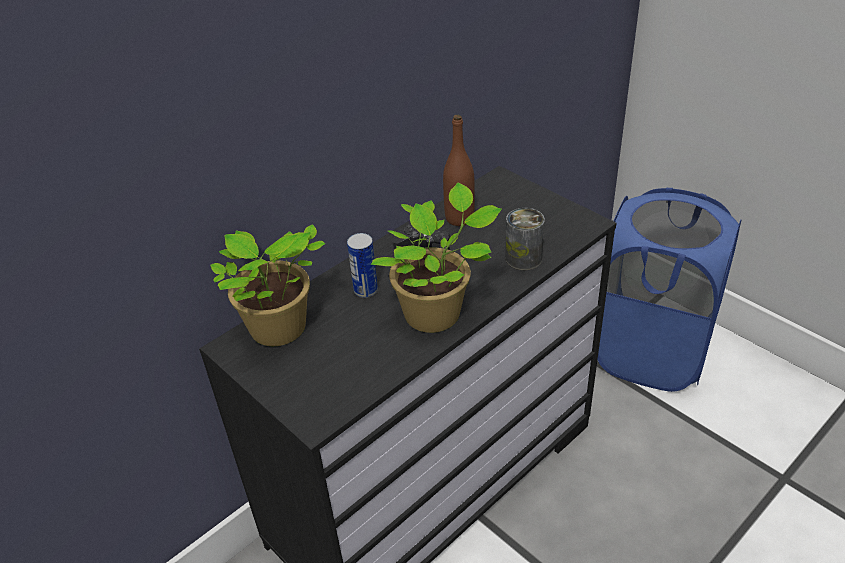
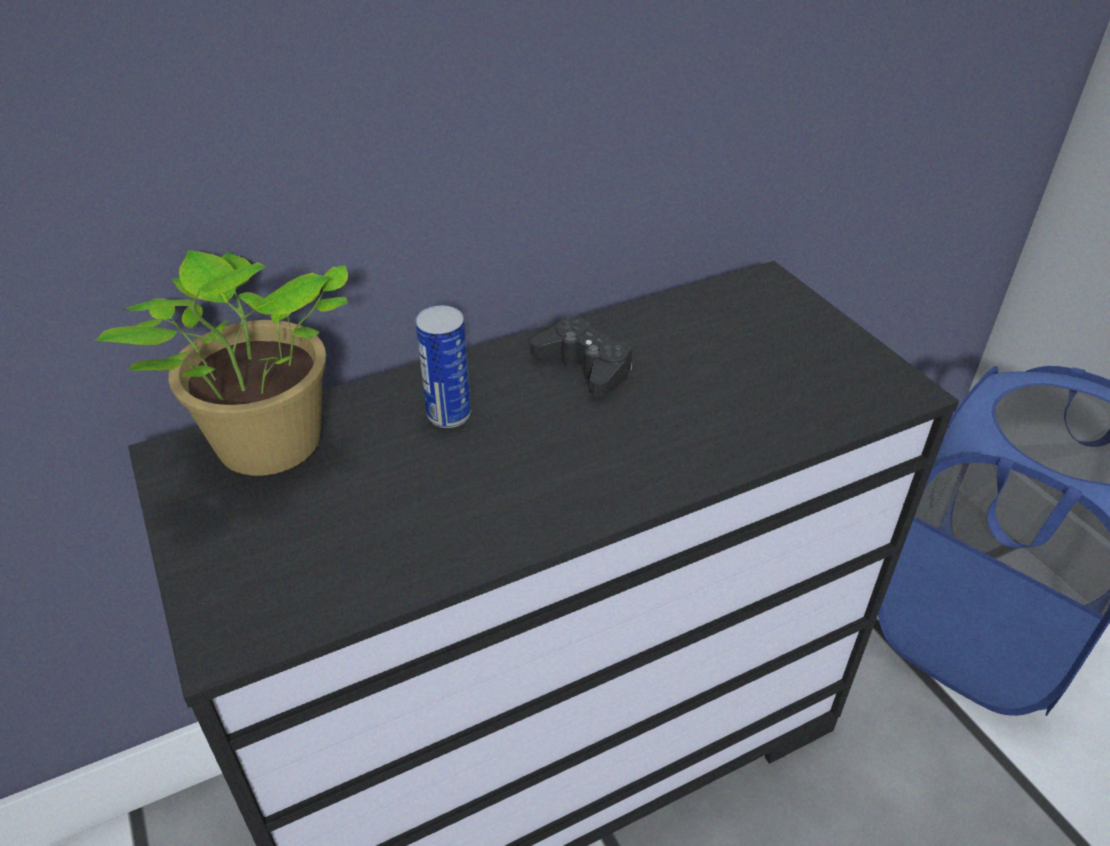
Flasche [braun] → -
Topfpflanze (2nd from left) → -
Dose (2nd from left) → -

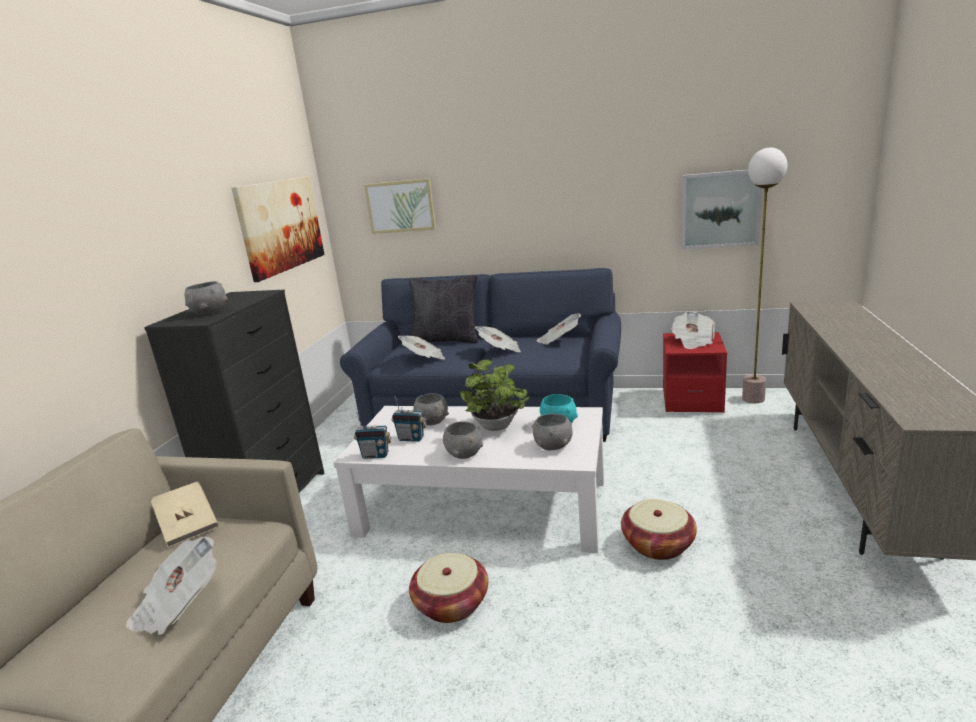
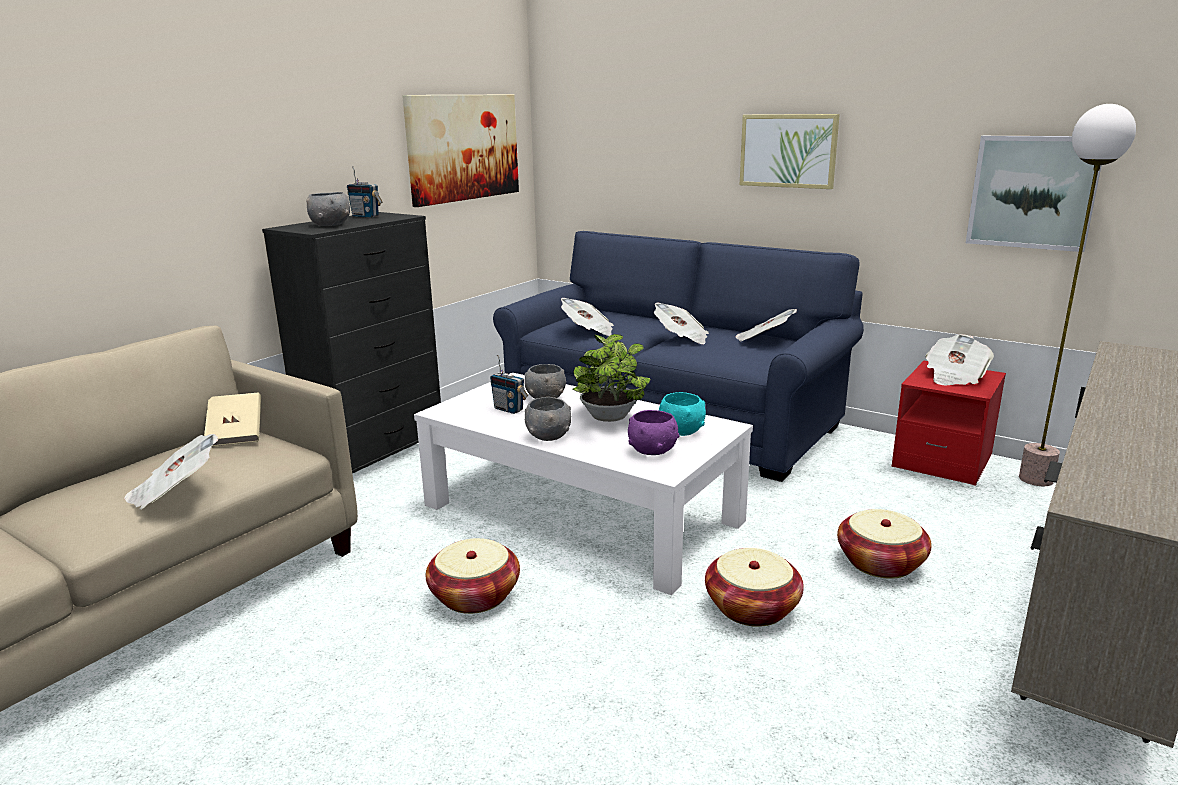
Bild (2nd from left), moved
Kissen [schwarz] → -
Radio (1st from left), moved
Schüssel [grau] (4th from left) → Schüssel [lila]
- → Korb (3rd from left)

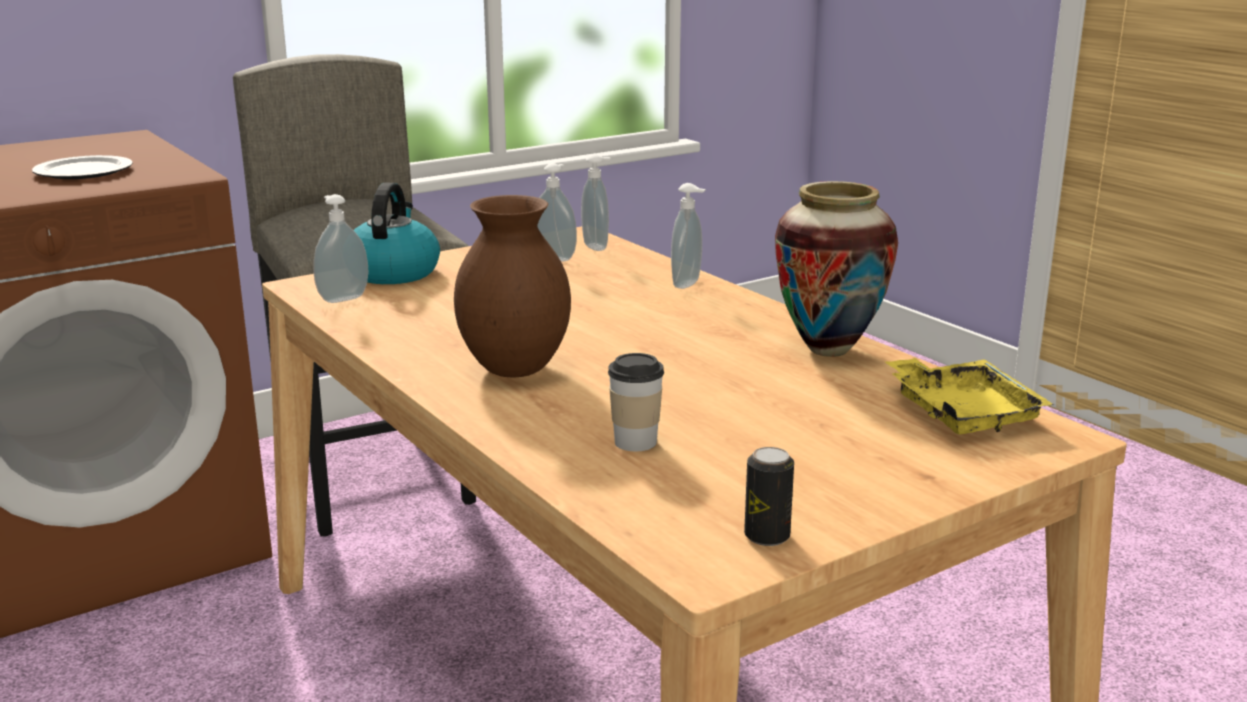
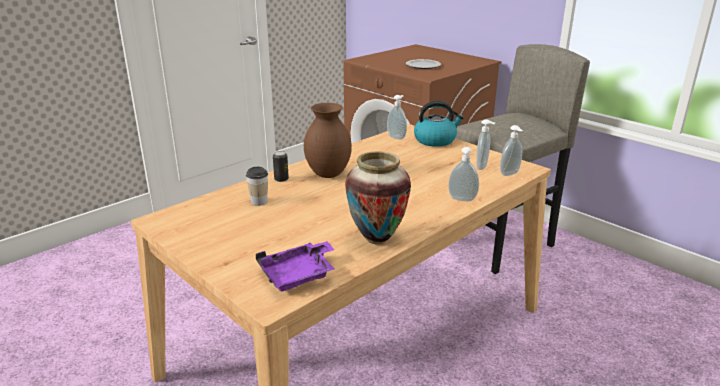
Tablett [gelb] → Tablett [lila]
Dose, moved

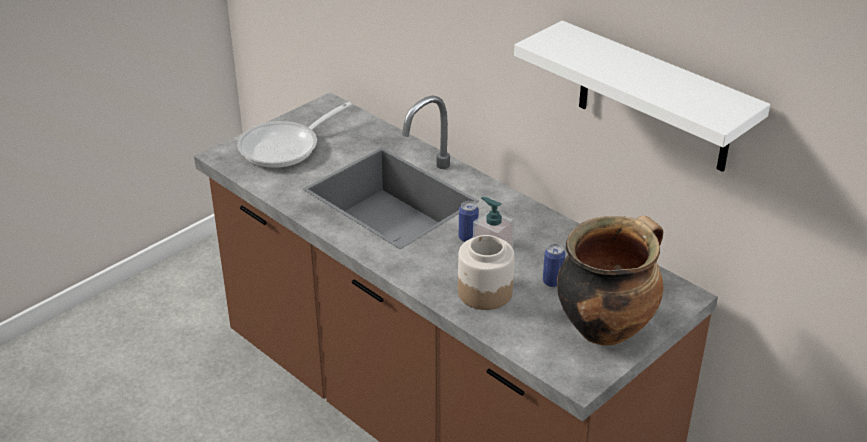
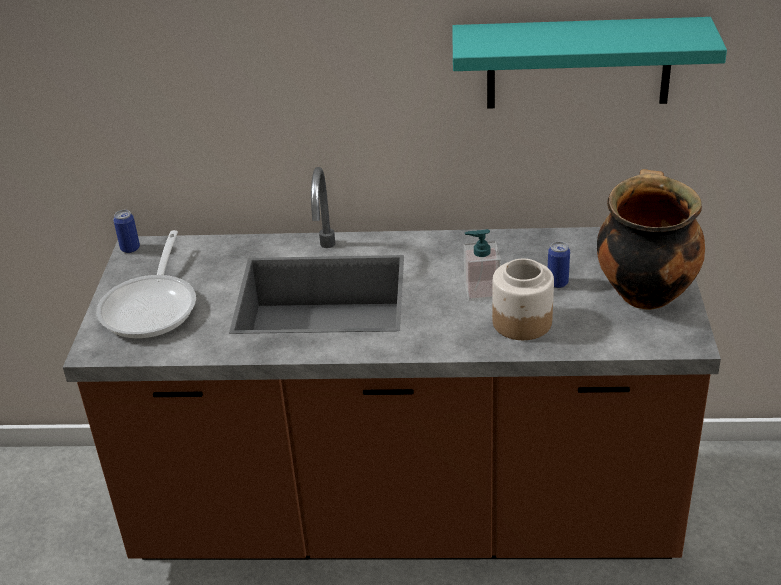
Wandregal [weiß] → Wandregal [türkis]
Dose (1st from left), moved

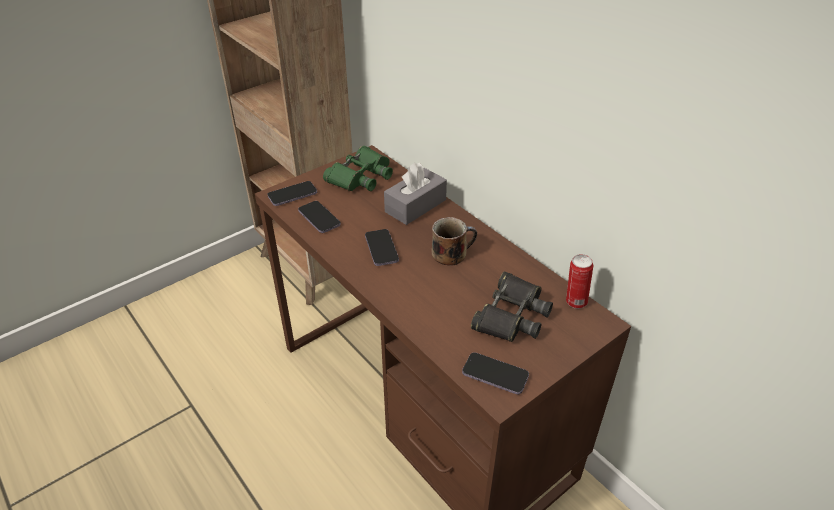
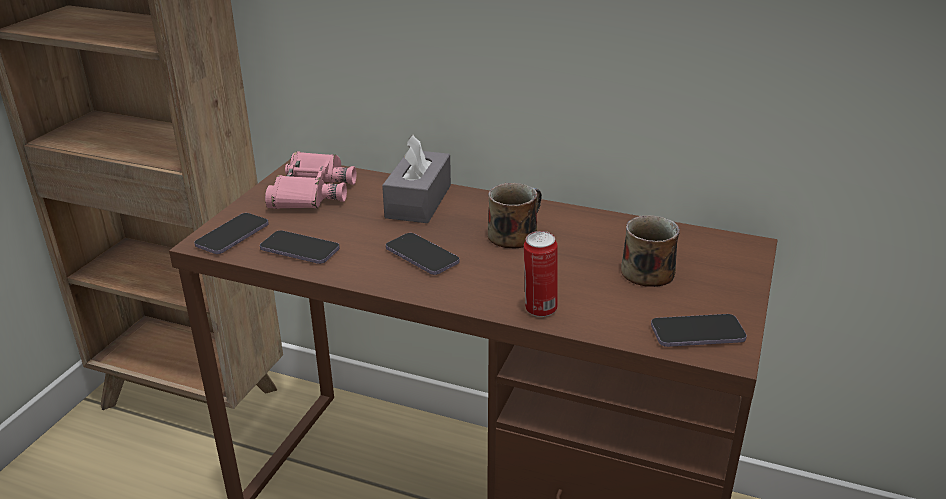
Fernglas [grün] → Fernglas [rosa]
Dose, moved
Fernglas [schwarz] → Henkelbecher (2nd from left)

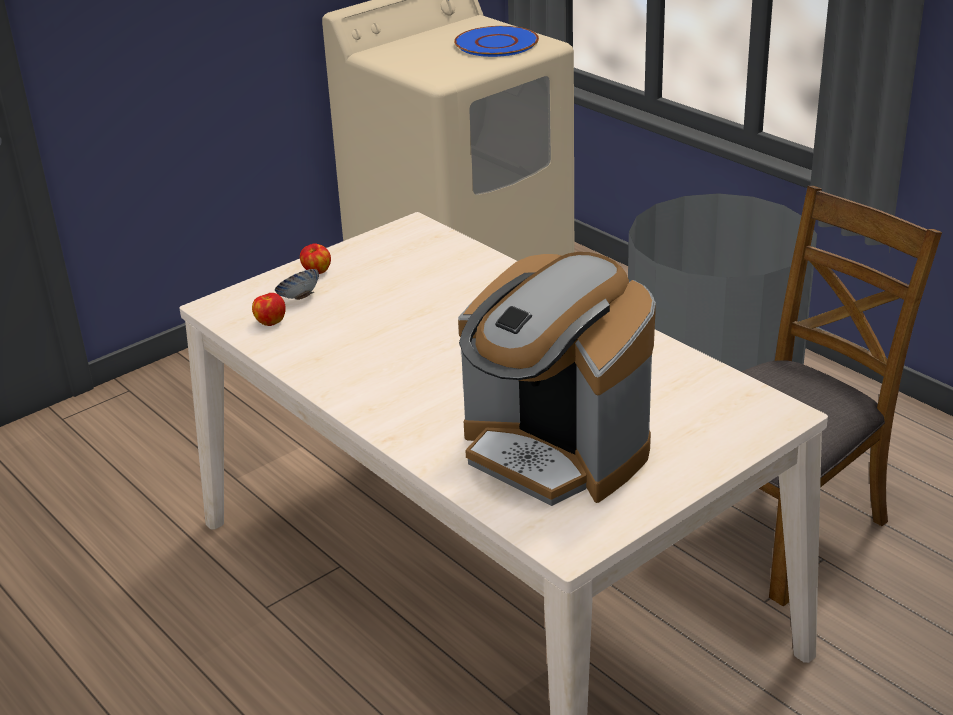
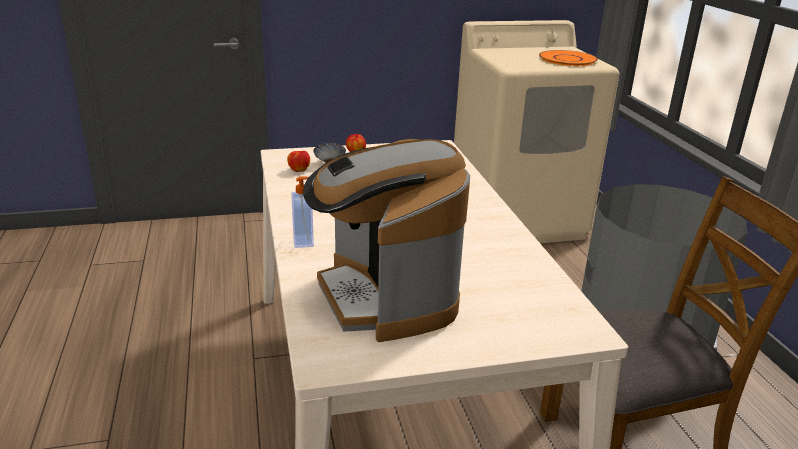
Teller [blau] → Teller [orange]
- → Seifenspender

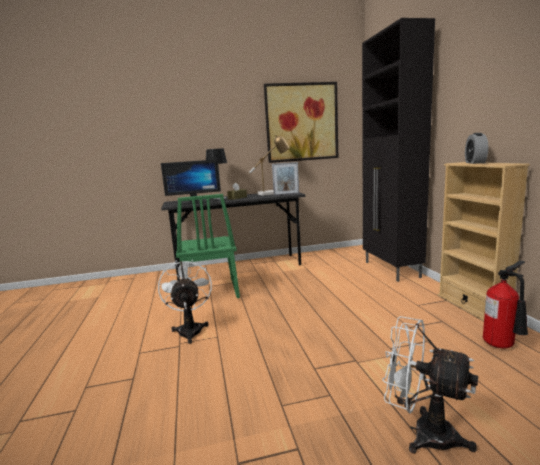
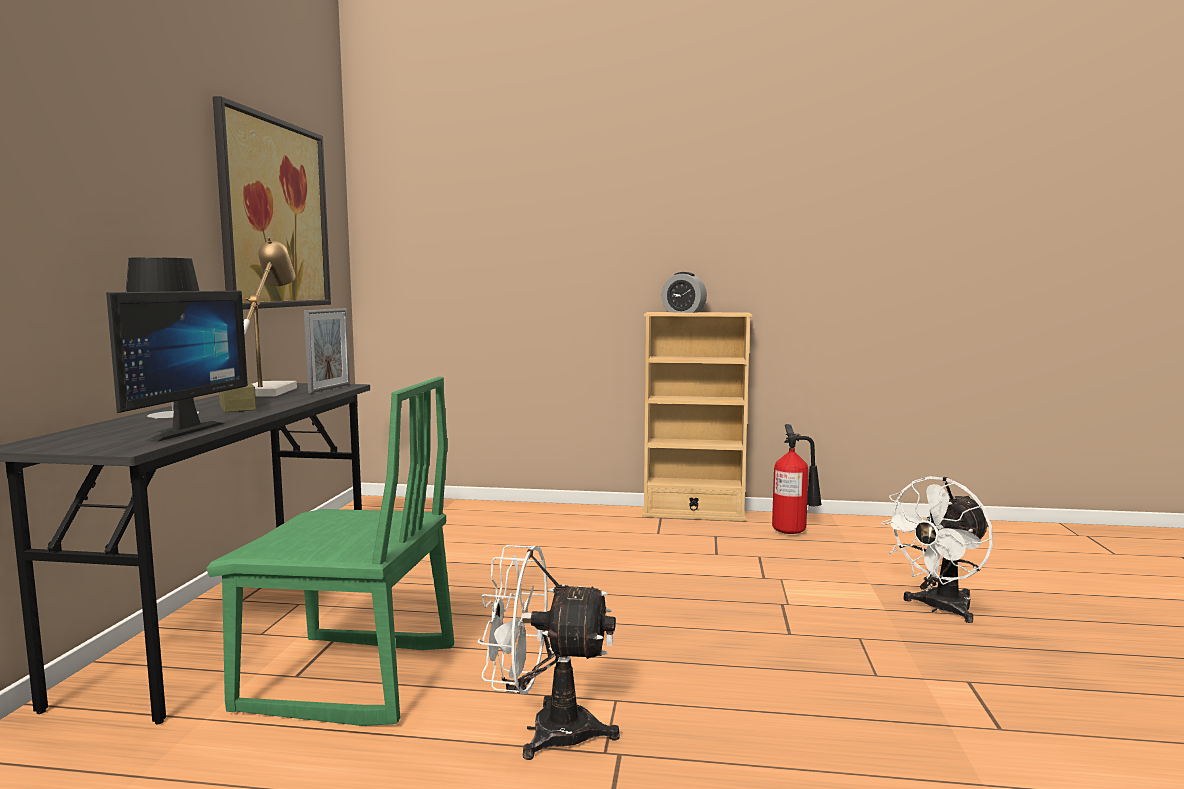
Schrank [schwarz] → -

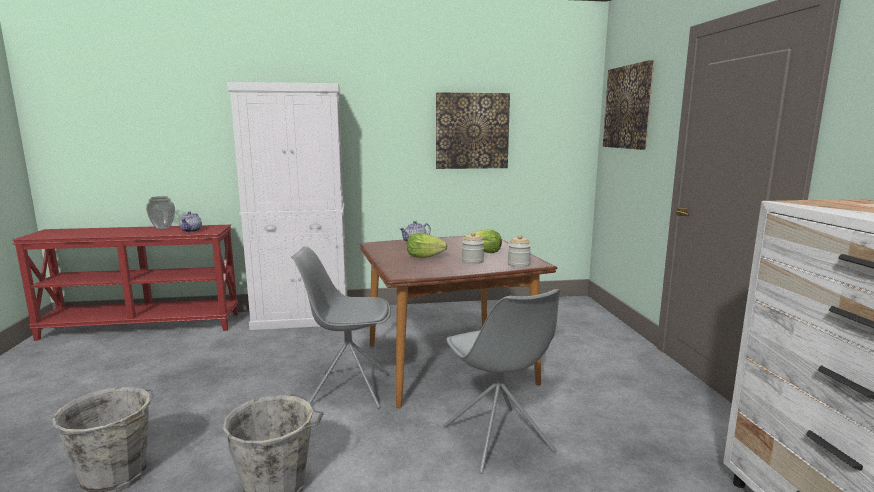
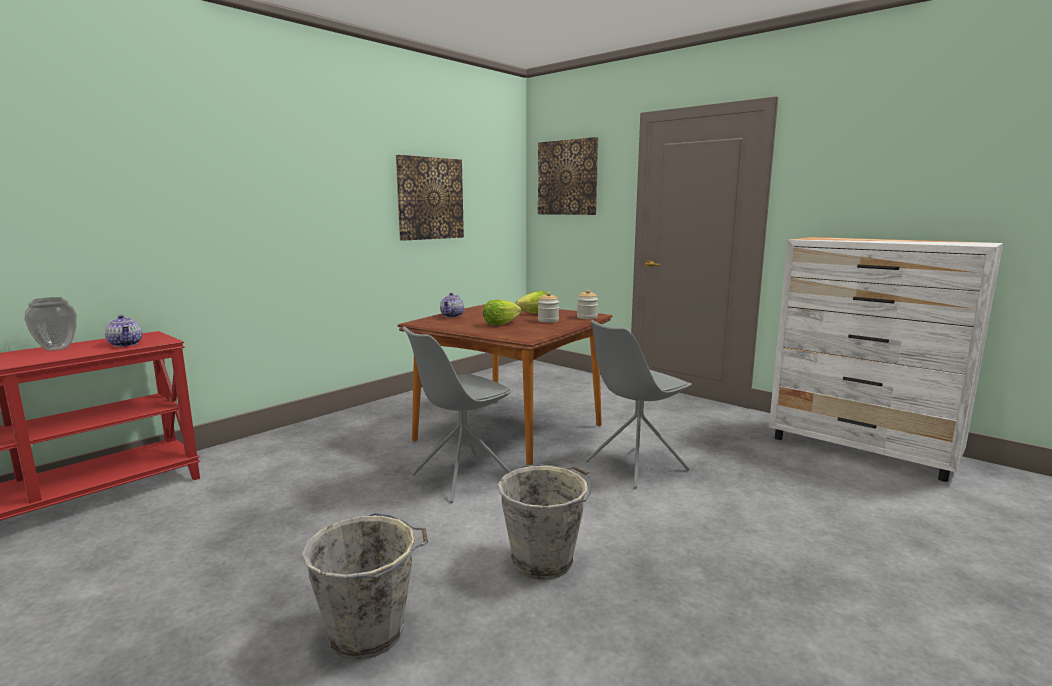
Schrank [weiß] → -
Stuhl [grau] (2nd from left), 120 degrees clockwise

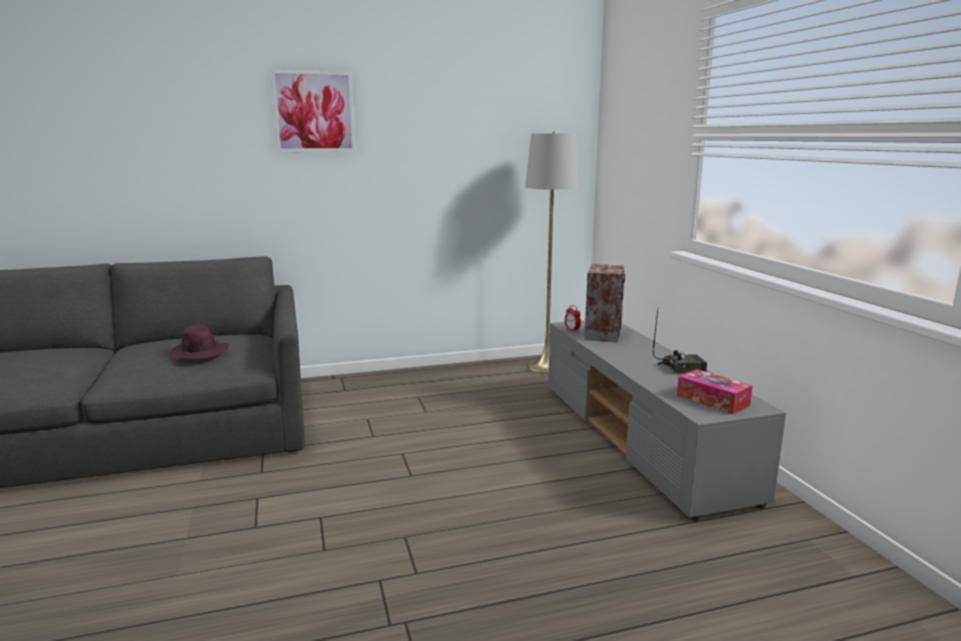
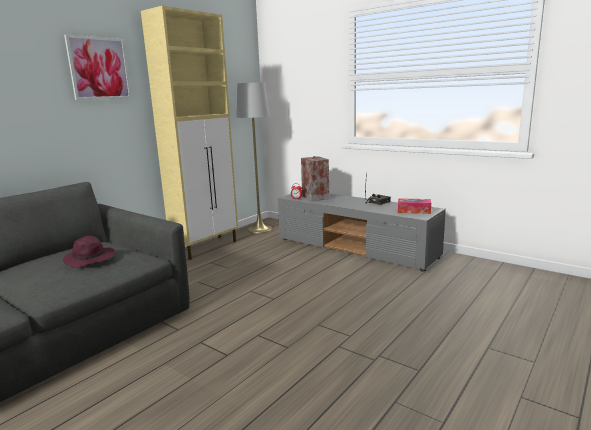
- → Schrank [beige]

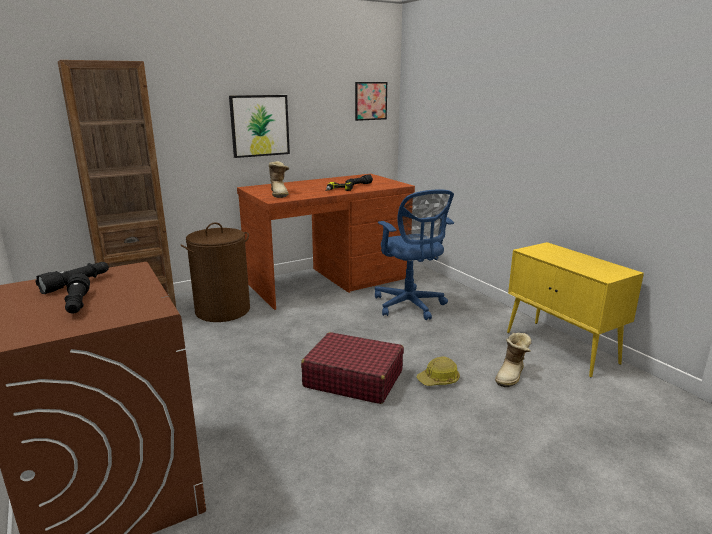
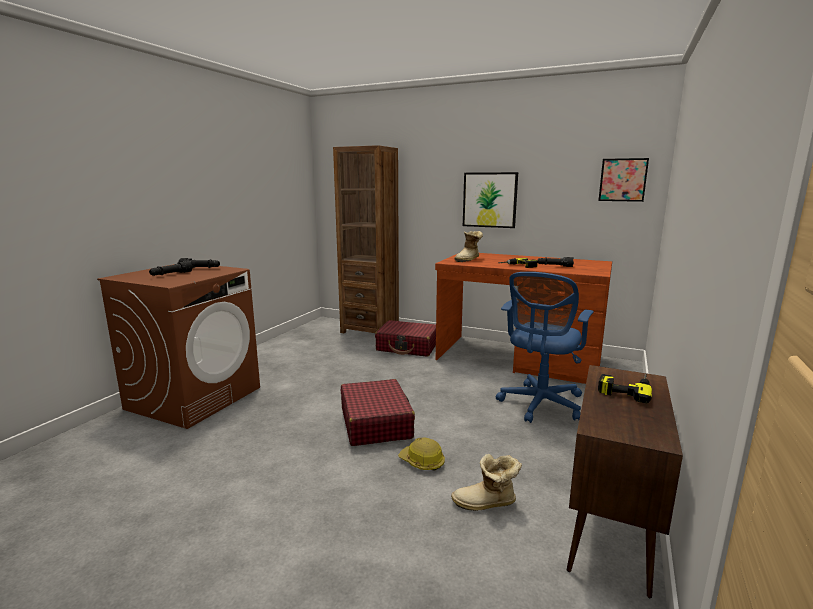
Wäschekorb [braun] → Koffer [rot] (2nd from left)
Schrank [gelb] → Schrank [braun]
- → Bohrmaschine (2nd from left)

